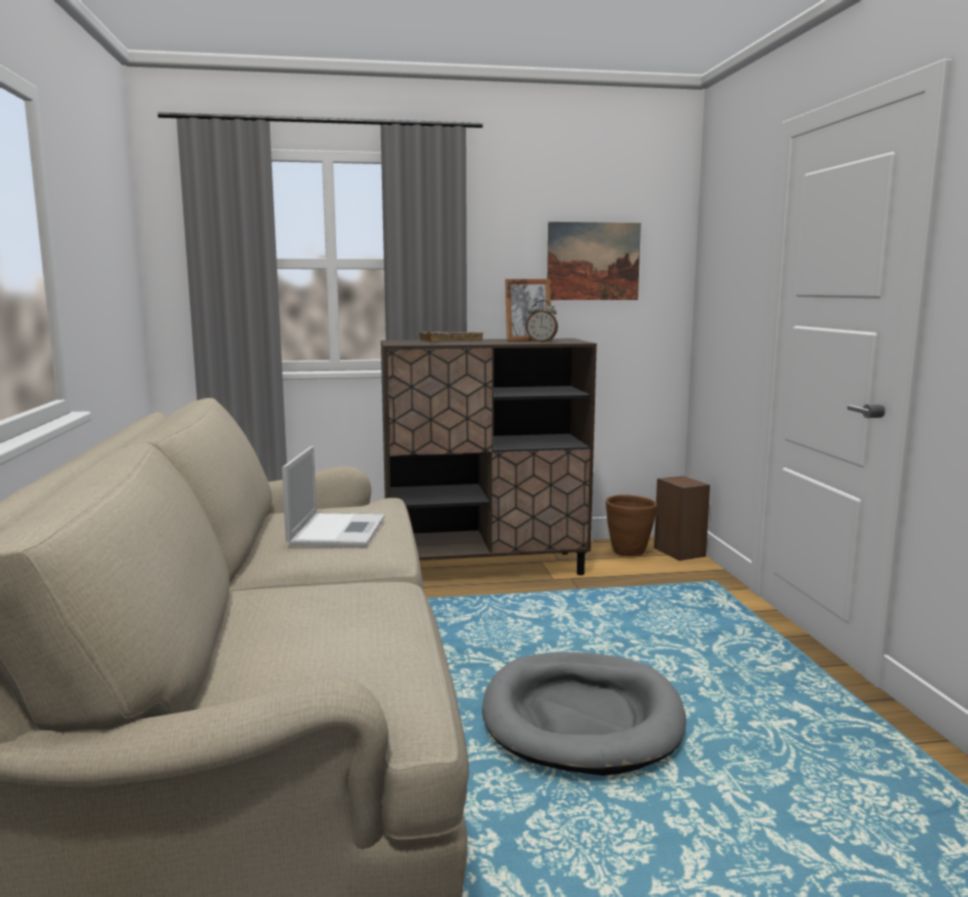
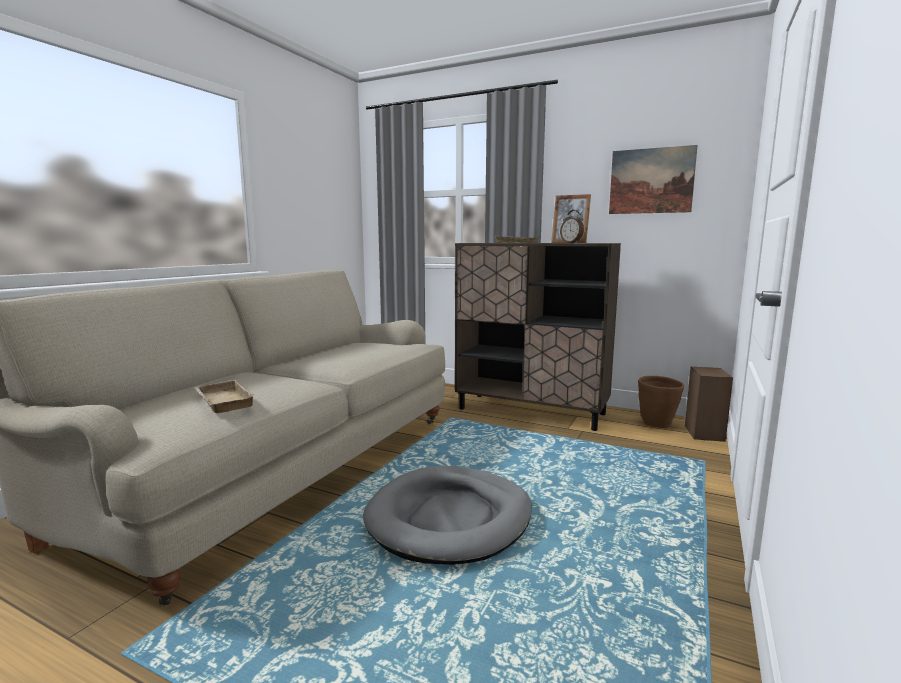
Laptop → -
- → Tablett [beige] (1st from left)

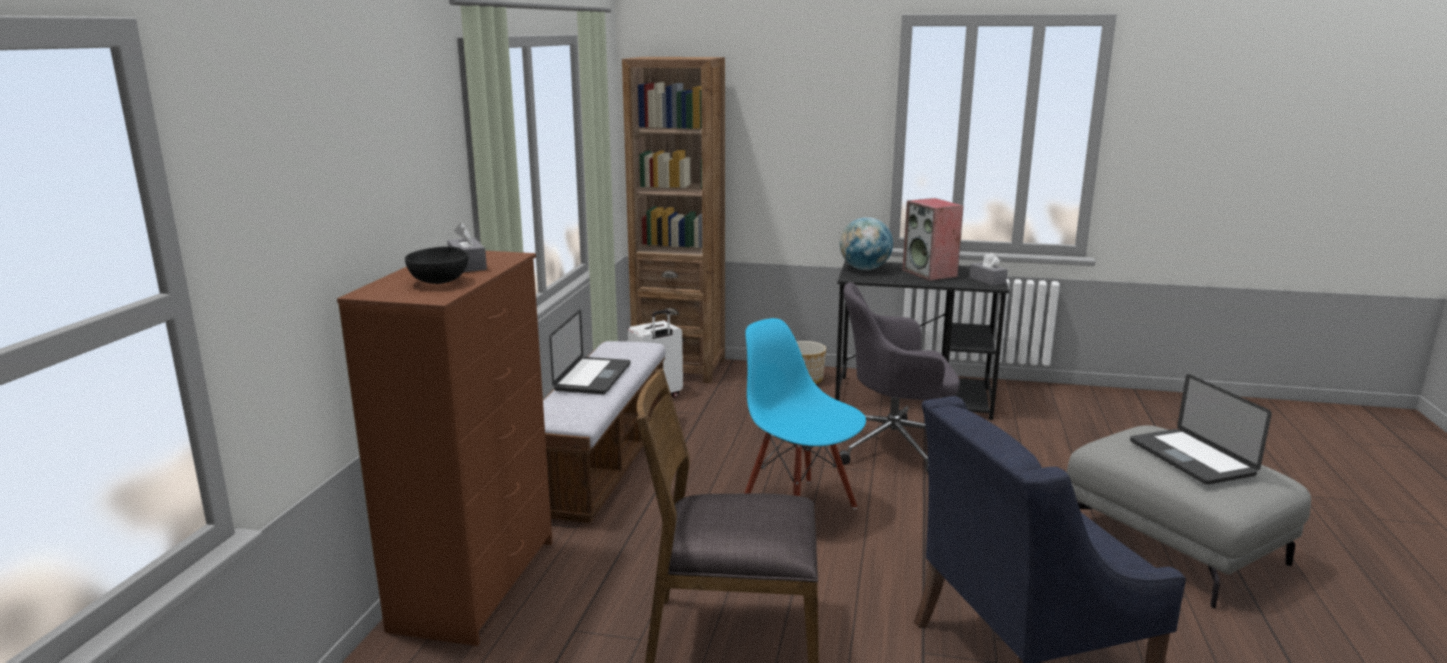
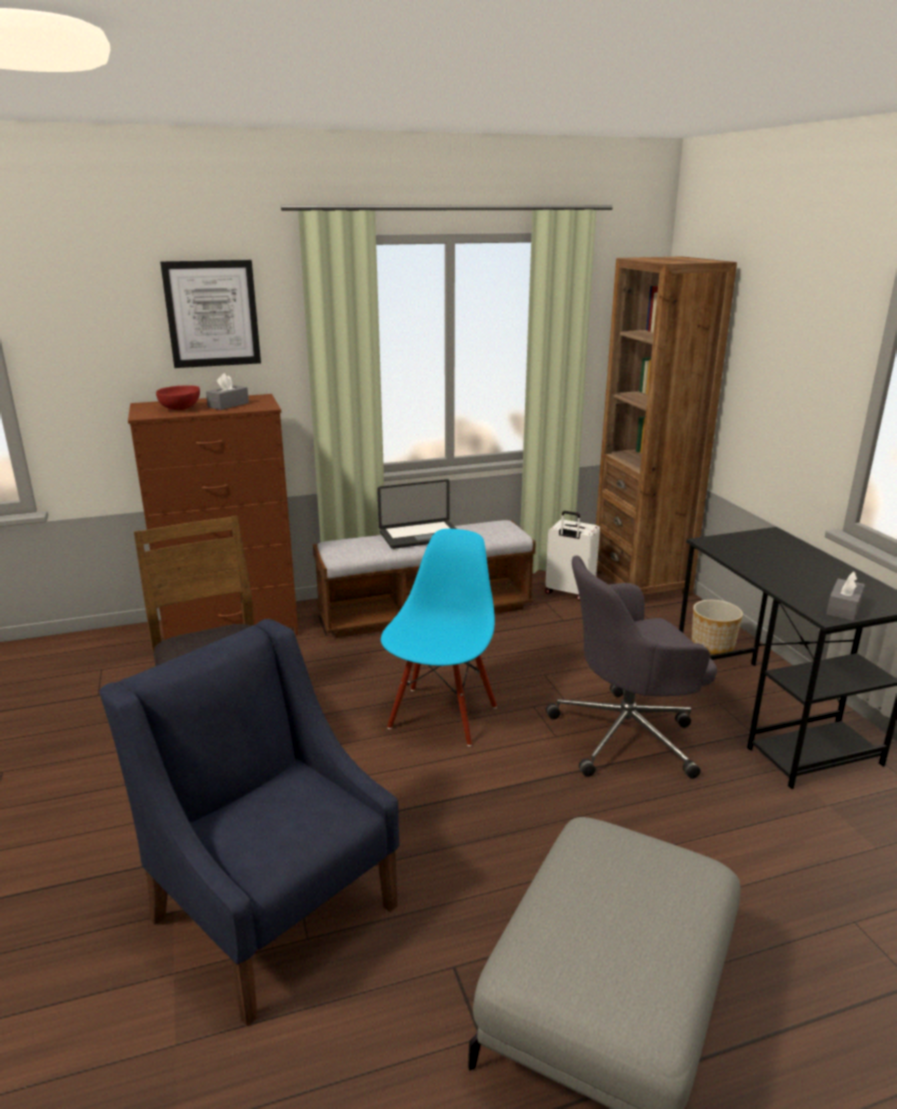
Lautsprecher → -
Globus → -
Schüssel [schwarz] → Schüssel [rot]
Bürostuhl [grau], 75 degrees counterclockwise
Laptop (2nd from left) → -
- → Bild

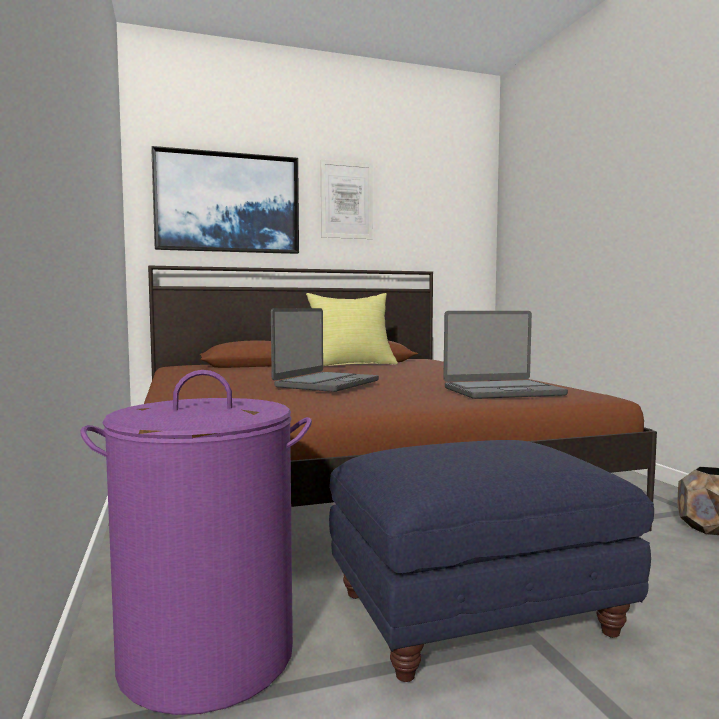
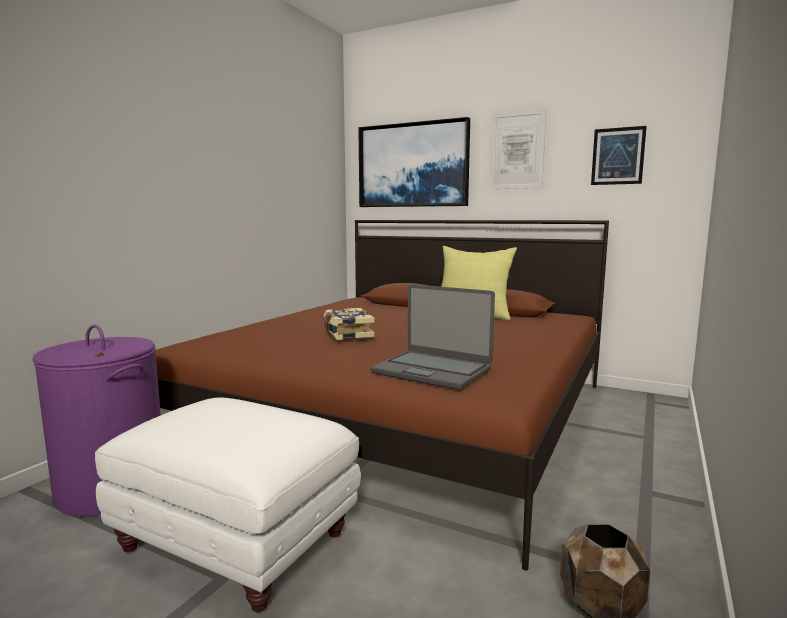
Laptop (1st from left) → Buch
Polsterhocker [blau] → Polsterhocker [weiß]
- → Bild (3rd from left)

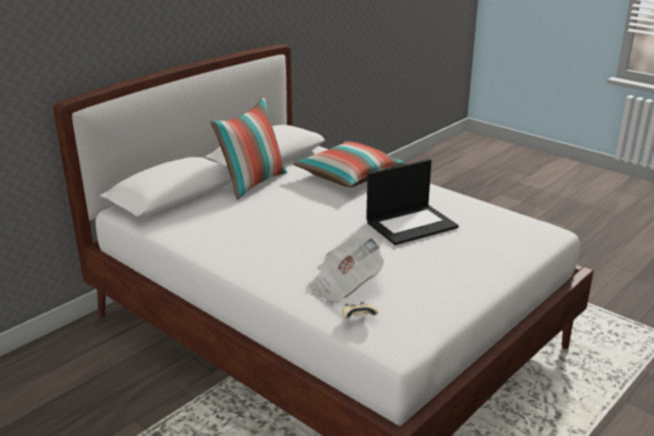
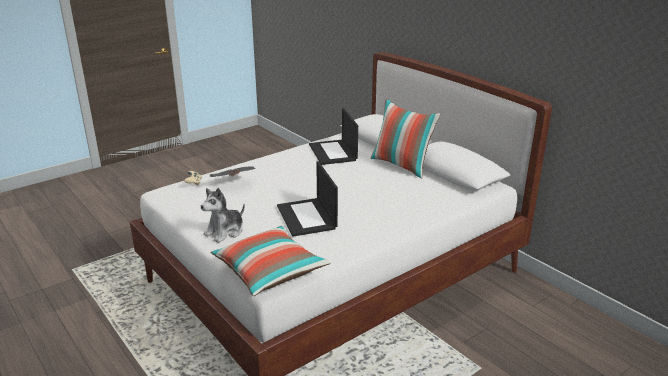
Kissen (2nd from left in the first image) → Kissen (1st from left), moved
- → Laptop (2nd from left)
- → Plüschtier

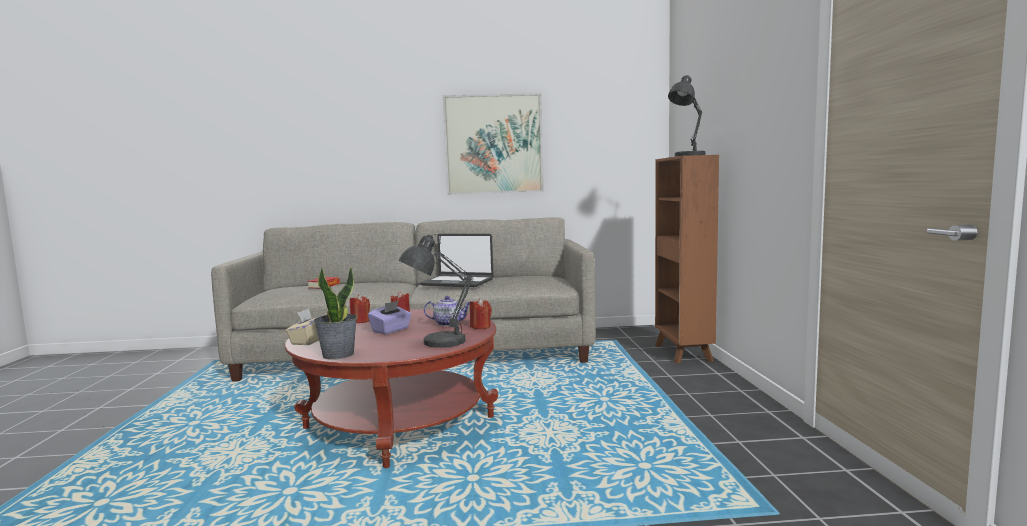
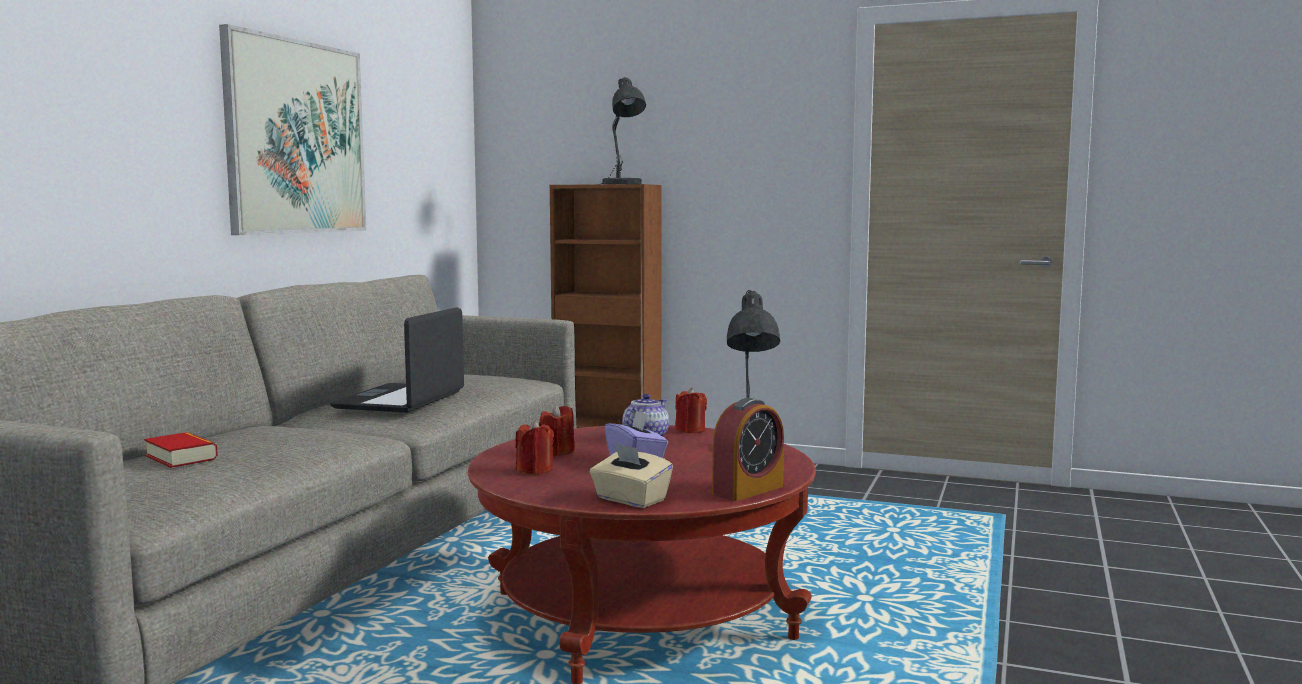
Laptop, 150 degrees clockwise
Topfpflanze → Wecker

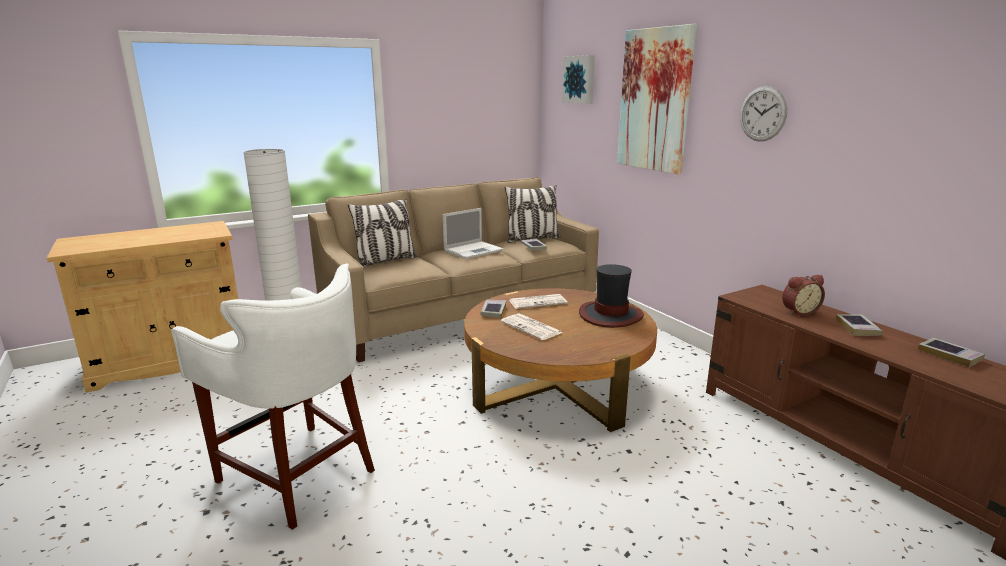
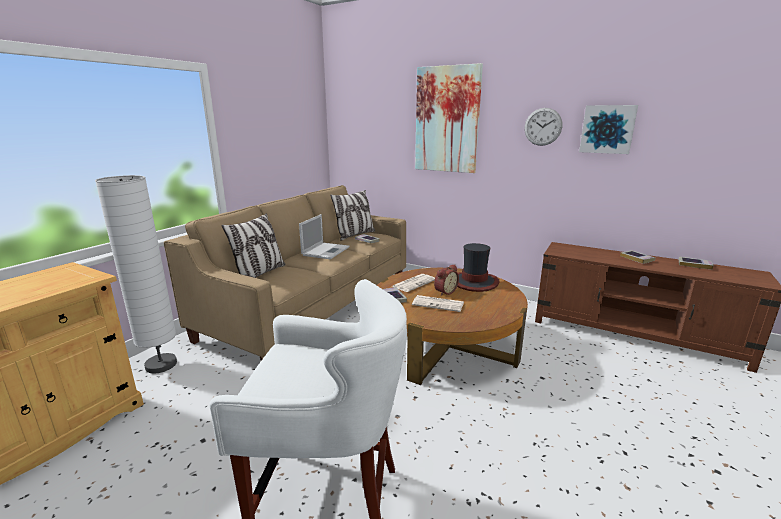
Bild (1st from left in the first image) → Bild (2nd from left), moved
Wecker, moved

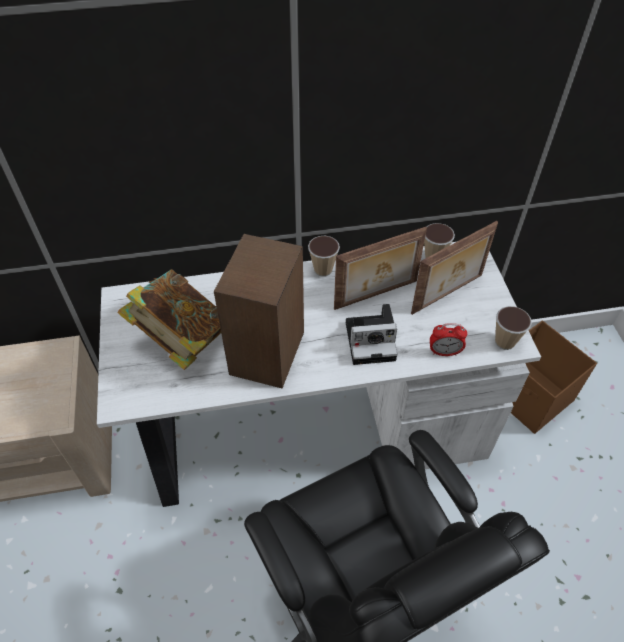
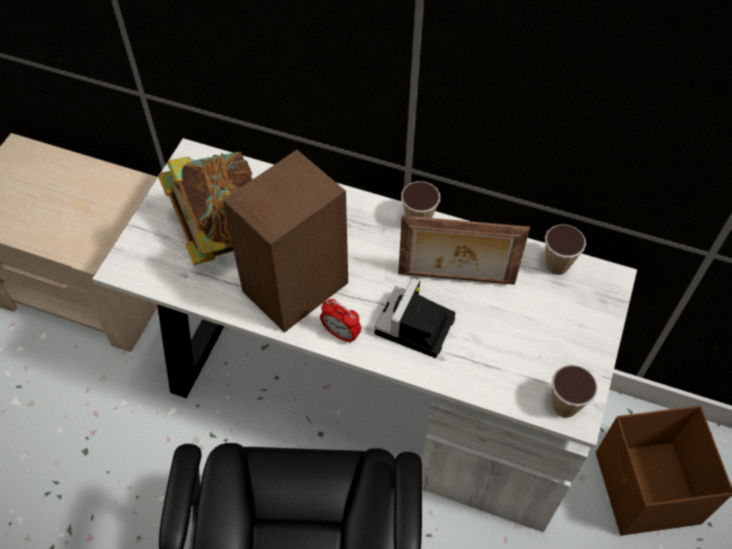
Bilderrahmen (2nd from left) → -
Kamera, 90 degrees clockwise
Wecker, moved

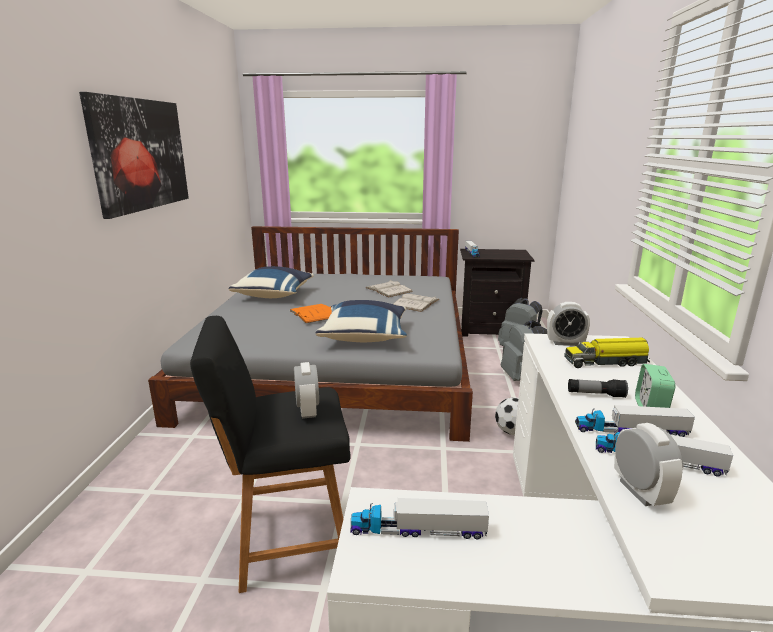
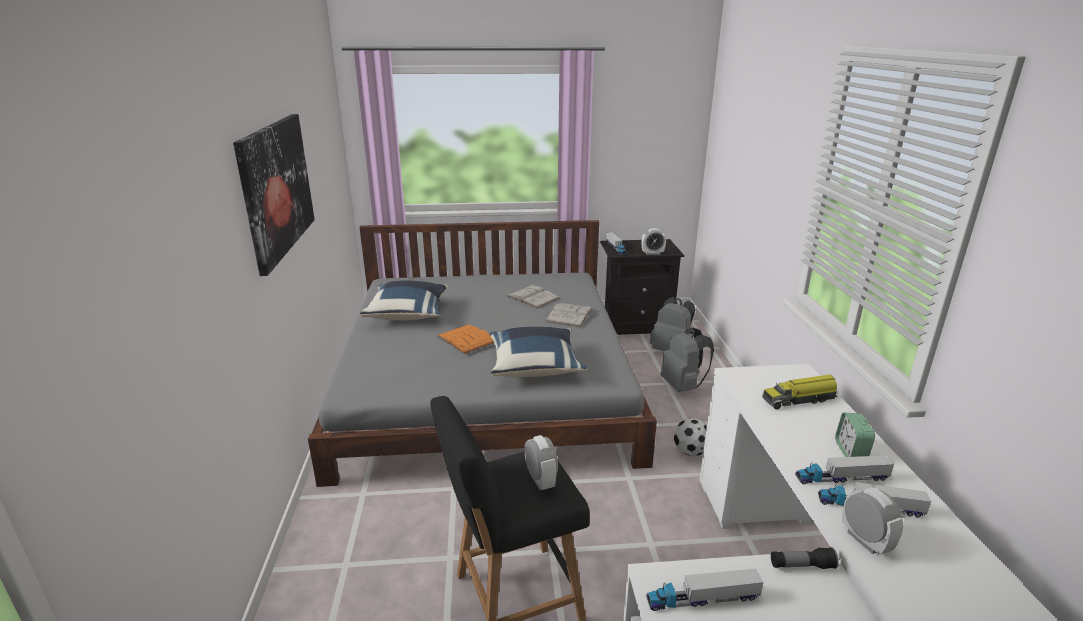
Wecker (2nd from left), moved
Taschenlampe, moved

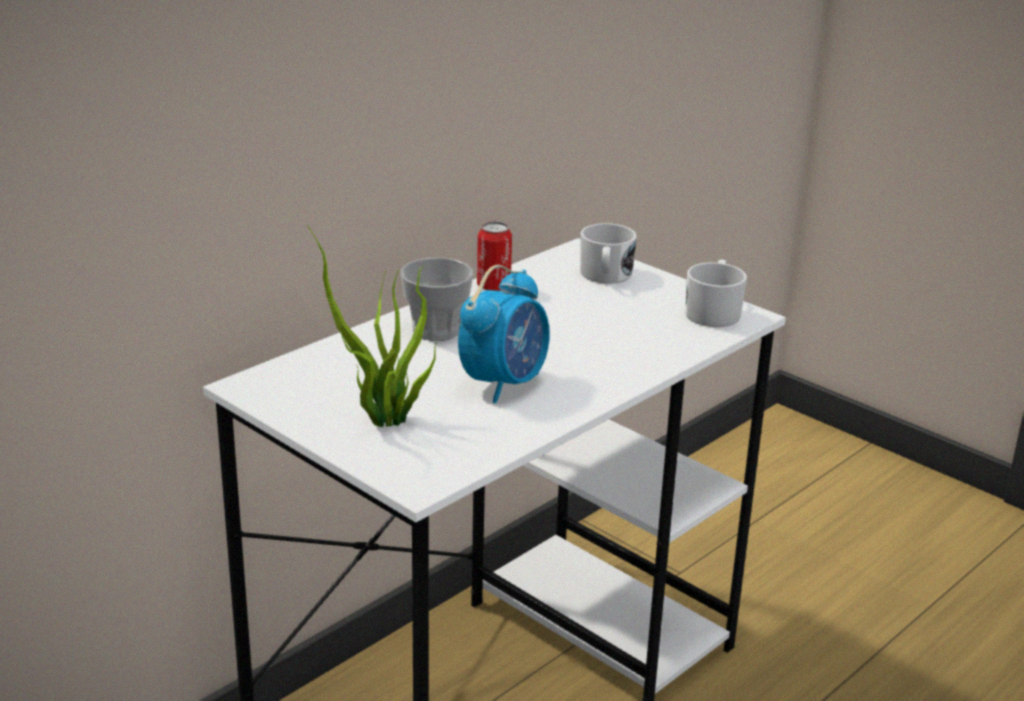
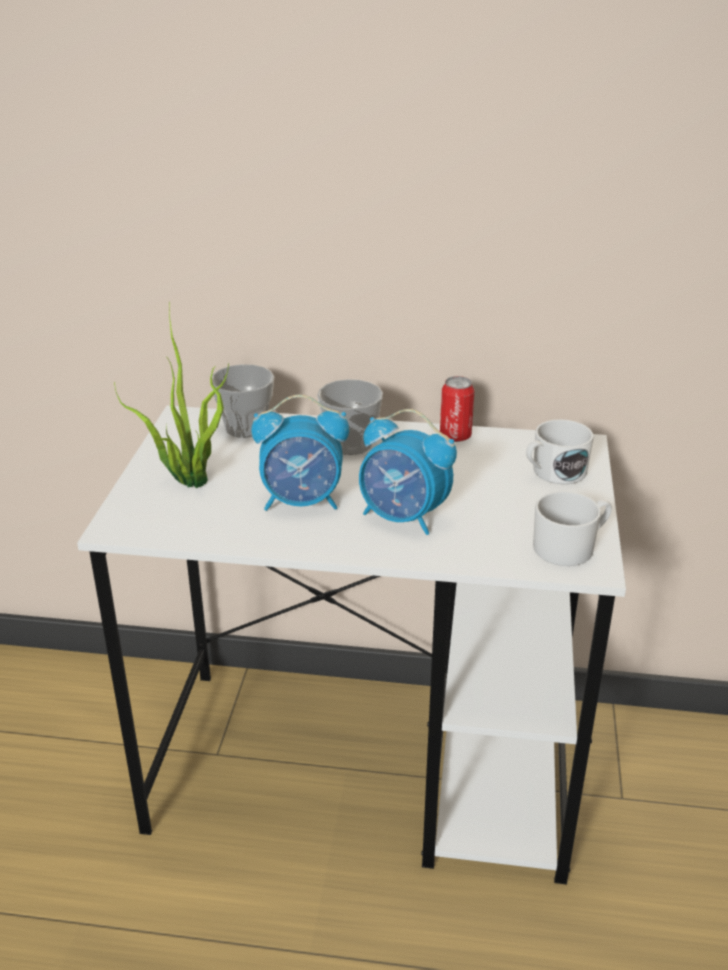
- → Tasse (1st from left)
- → Wecker (2nd from left)

